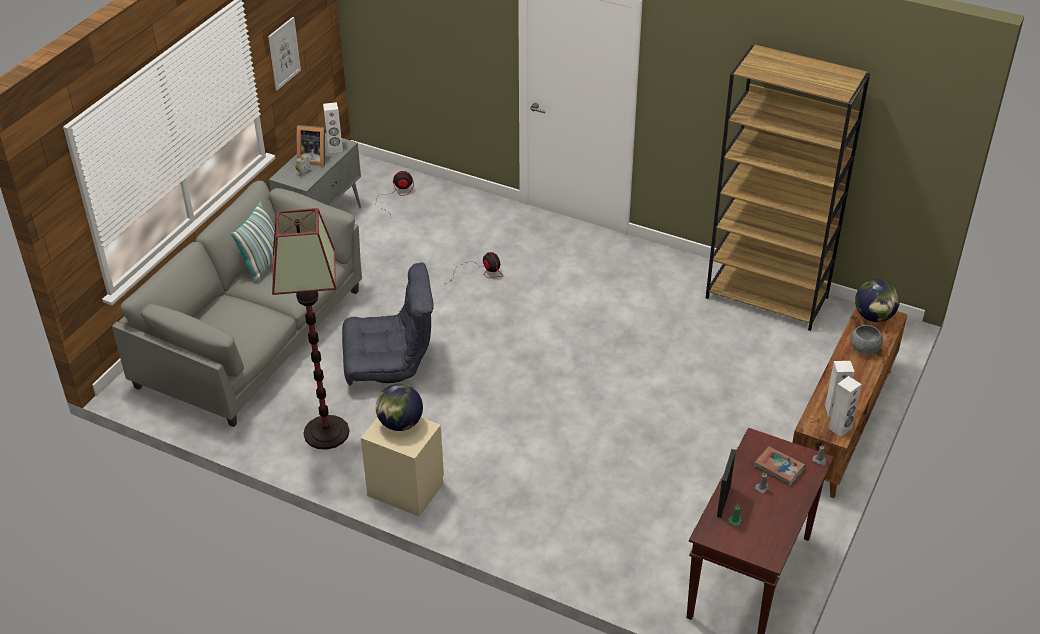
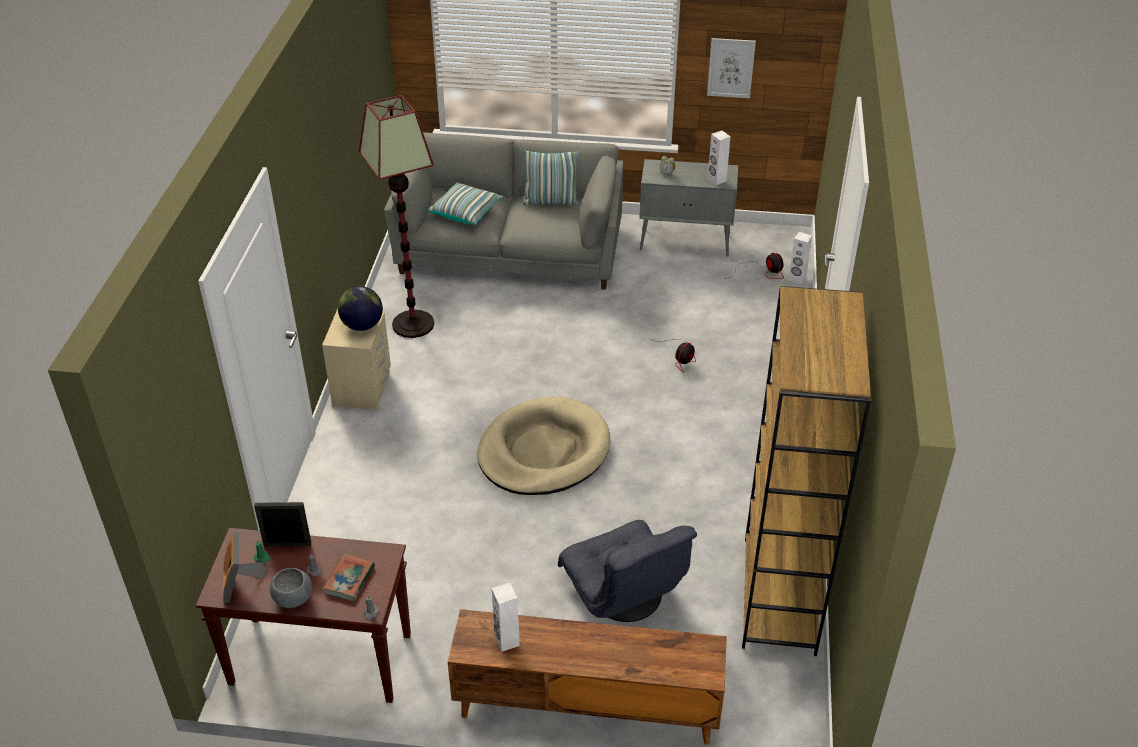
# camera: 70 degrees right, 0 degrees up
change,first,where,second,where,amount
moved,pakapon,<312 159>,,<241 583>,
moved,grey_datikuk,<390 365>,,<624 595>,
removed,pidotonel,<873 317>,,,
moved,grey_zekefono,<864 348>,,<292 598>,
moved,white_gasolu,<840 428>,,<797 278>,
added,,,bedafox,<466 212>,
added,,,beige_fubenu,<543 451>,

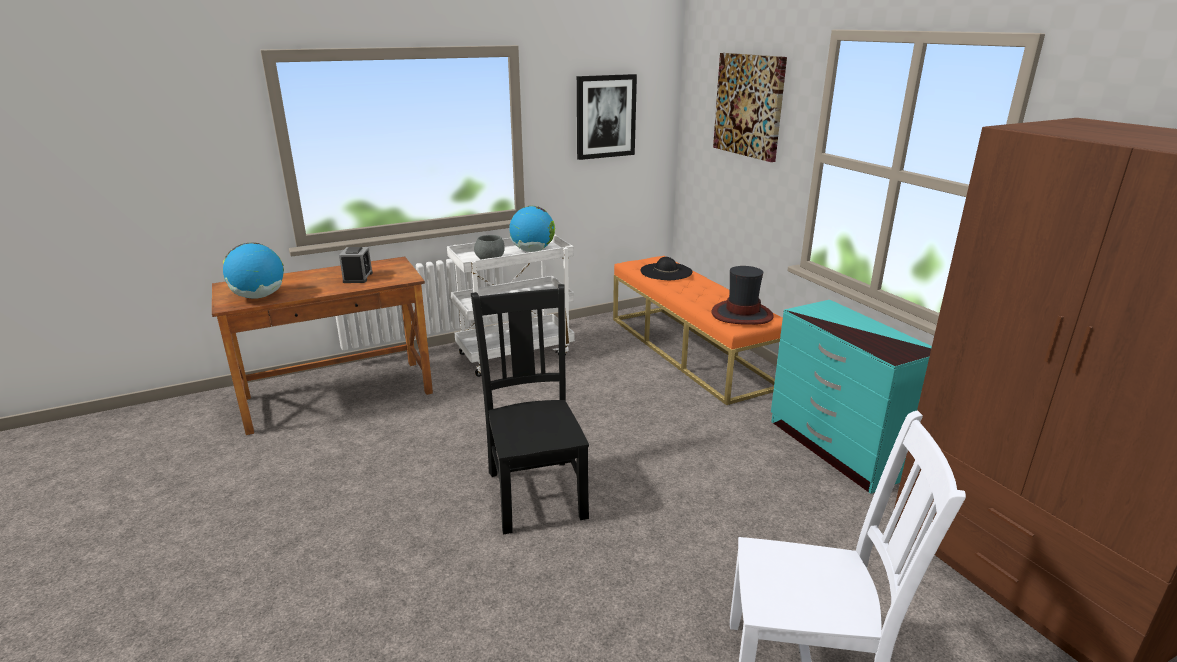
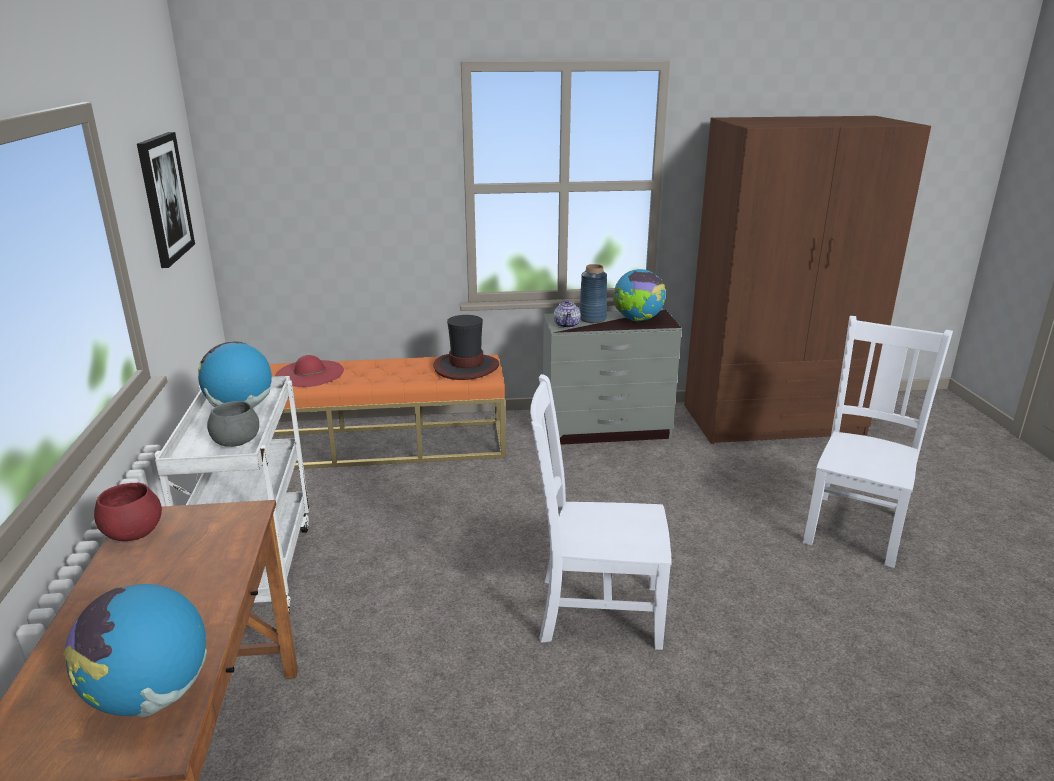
# camera: 70 degrees left, 0 degrees up
change,first,where,second,where,amount
removed,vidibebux,<749 105>,,,
removed,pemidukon,<358 277>,,,
recoloured,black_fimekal,<666 271>,red_fimekal,<309 373>,
recoloured,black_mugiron,<536 491>,white_mugiron,<595 611>,
recoloured,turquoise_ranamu,<837 448>,grey_ranamu,<606 430>,
added,,,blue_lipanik,<592 318>,
added,,,pidotonel,<637 320>,
added,,,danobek,<567 325>,
added,,,red_zekefono,<134 533>,

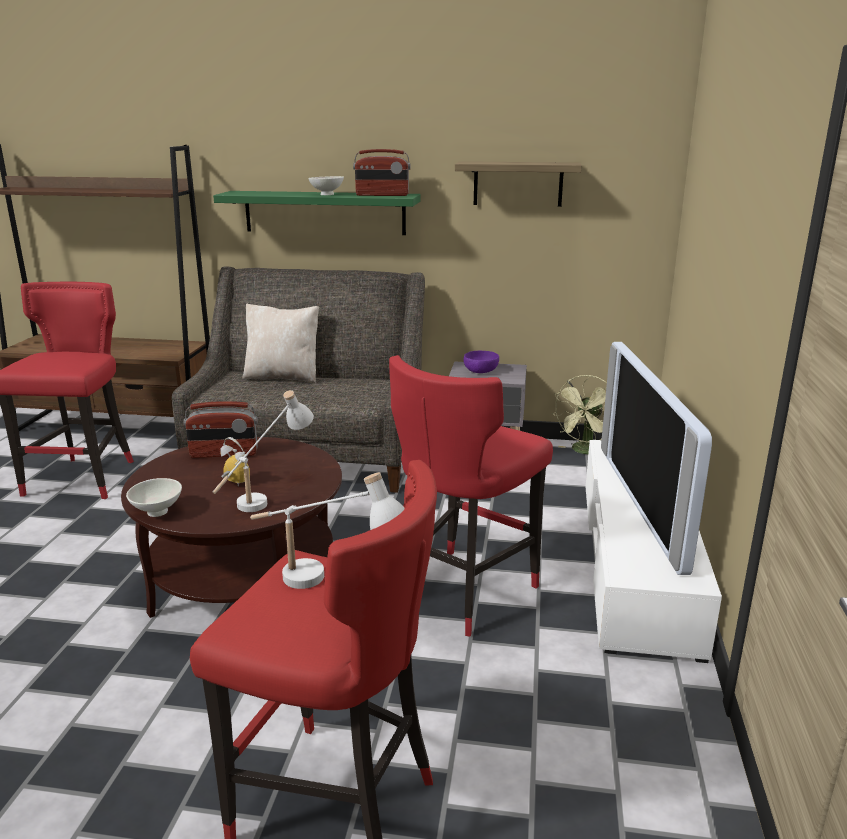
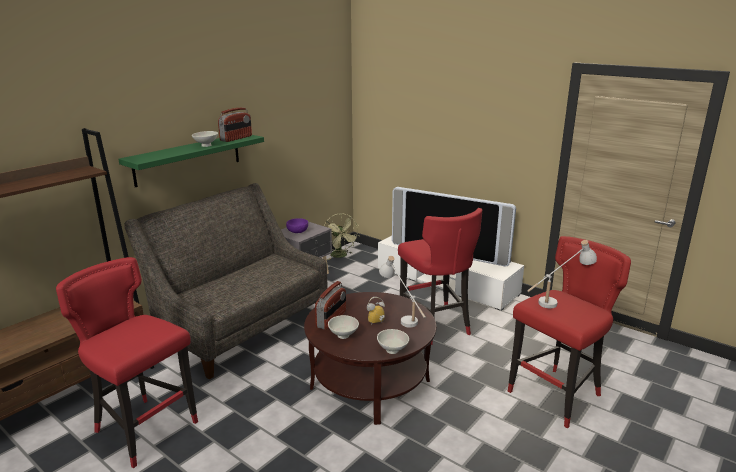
# camera: 60 degrees left, 0 degrees up
change,first,where,second,where,amount
removed,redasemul,<518 184>,,,
removed,beige_bedafox,<283 377>,,,
added,,,white_zekefono,<344 335>,

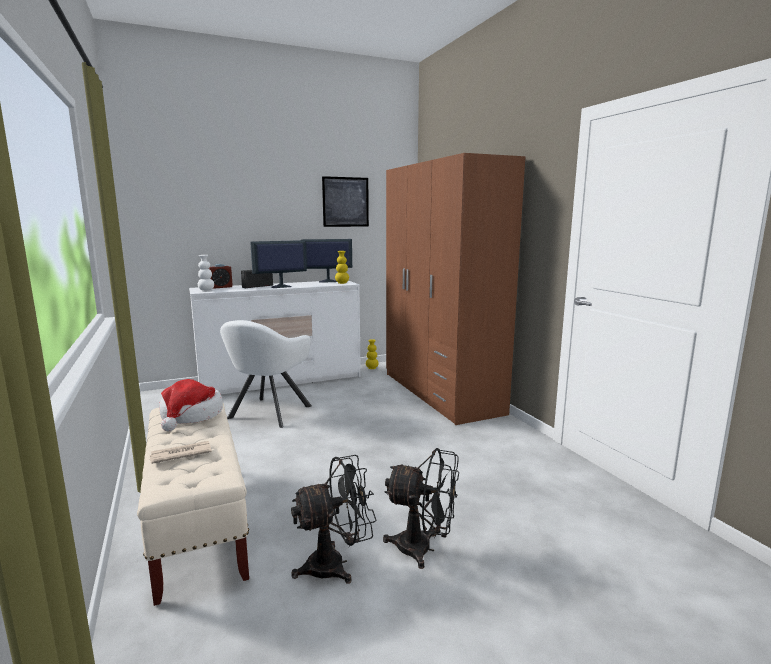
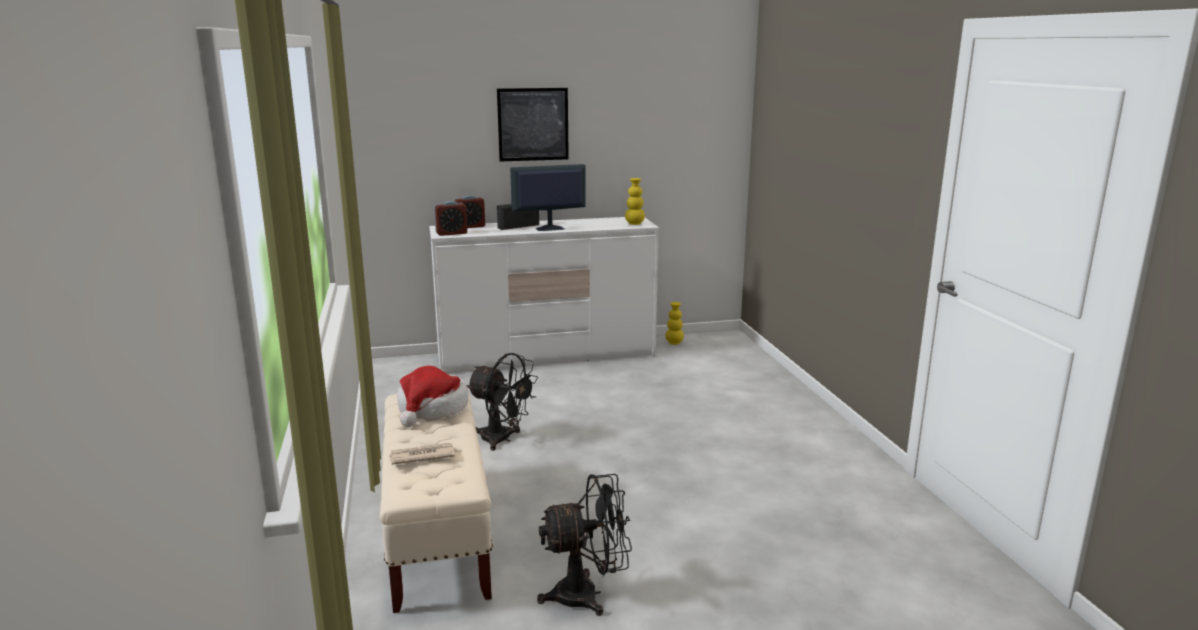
# camera: 10 degrees right, 5 degrees up
change,first,where,second,where,amount
removed,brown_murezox,<440 392>,,,
moved,vidibebux,<345 202>,,<533 124>,
removed,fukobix,<327 281>,,,
replaced,white_lipanik,<206 291>,pemidukon,<451 233>,
removed,white_datikuk,<267 413>,,,
moved,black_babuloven,<423 549>,,<502 439>,

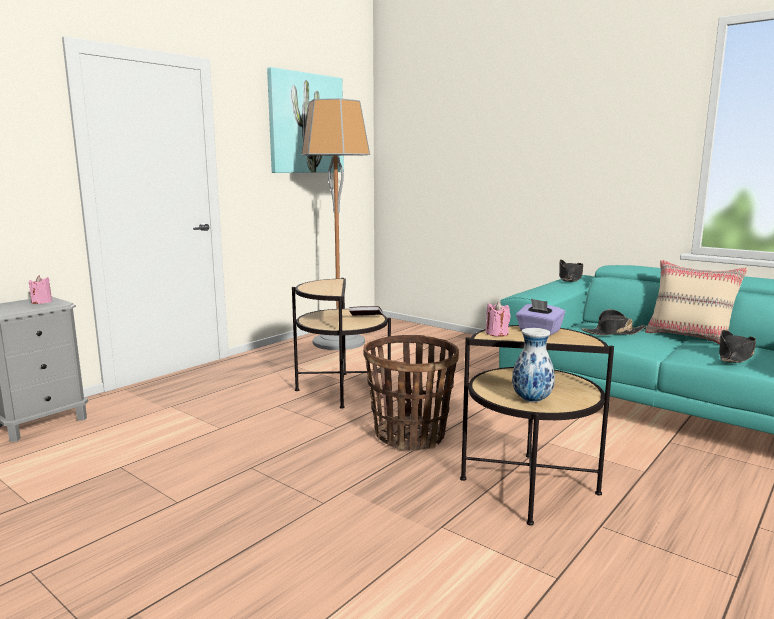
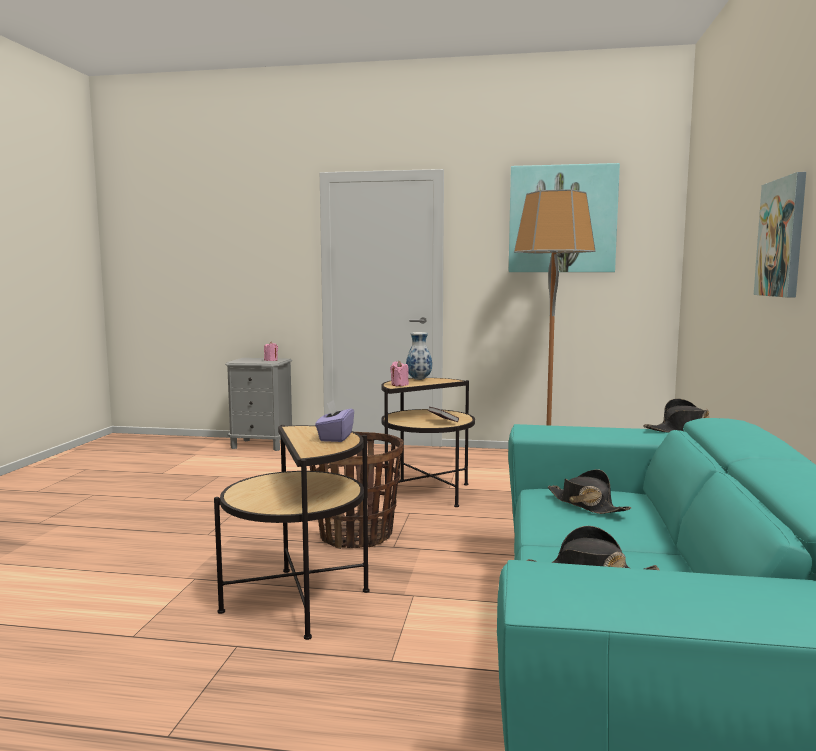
# camera: 60 degrees right, 5 degrees down
change,first,where,second,where,amount
removed,beige_bedafox,<689 337>,,,
moved,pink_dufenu,<497 333>,,<399 385>,
moved,lipanik,<532 400>,,<419 379>,
added,,,vidibebux,<782 238>,

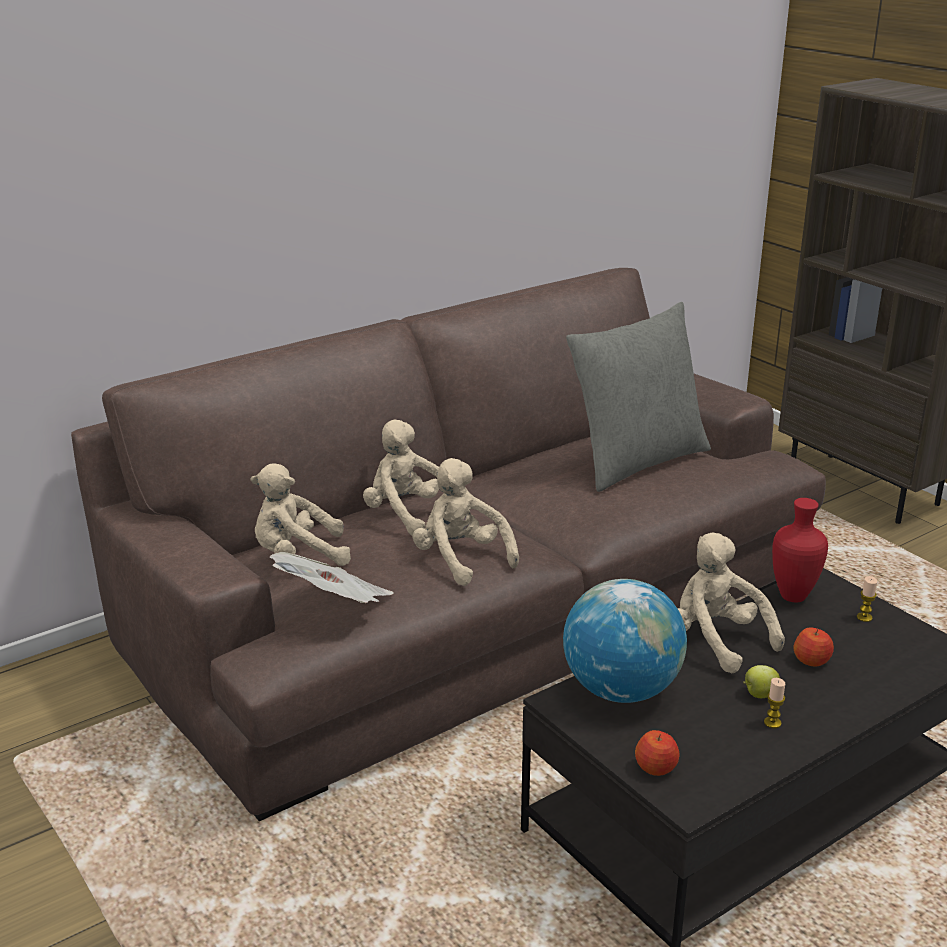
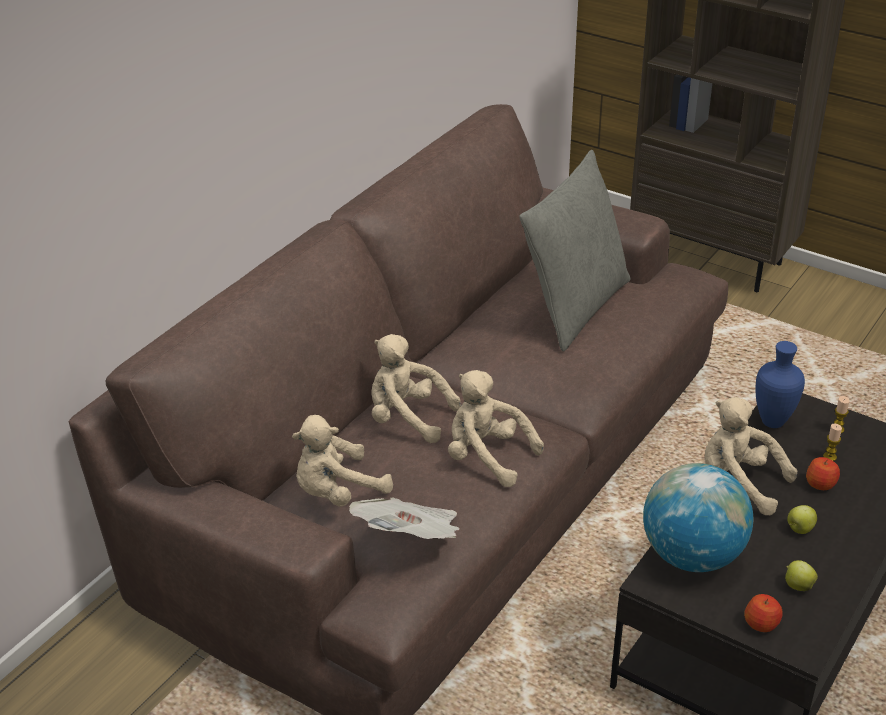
# camera: 20 degrees left, 10 degrees up
change,first,where,second,where,amount
recoloured,red_lipanik,<792 597>,blue_lipanik,<772 423>,
moved,dufenu,<772 723>,,<829 457>,
added,,,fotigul,<797 585>,

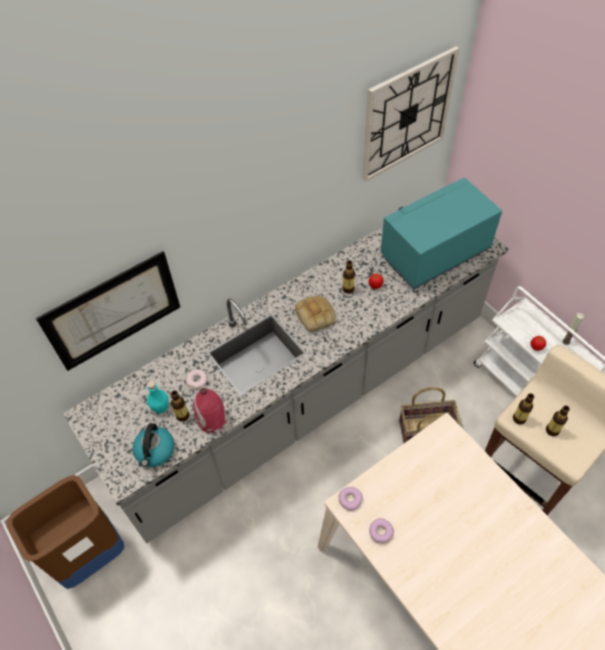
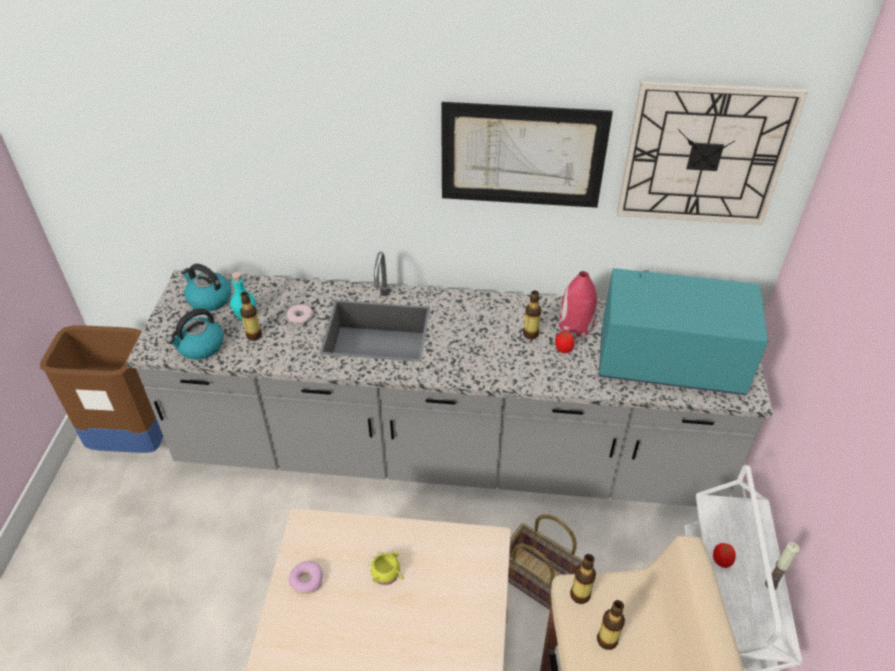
# camera: 40 degrees right, 10 degrees down
change,first,where,second,where,amount
moved,vidibebux,<113 311>,,<522 155>,
removed,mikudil,<316 316>,,,
moved,red_lipanik,<212 419>,,<575 325>,
removed,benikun,<350 499>,,,
added,,,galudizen,<209 299>,
added,,,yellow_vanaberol,<387 575>,

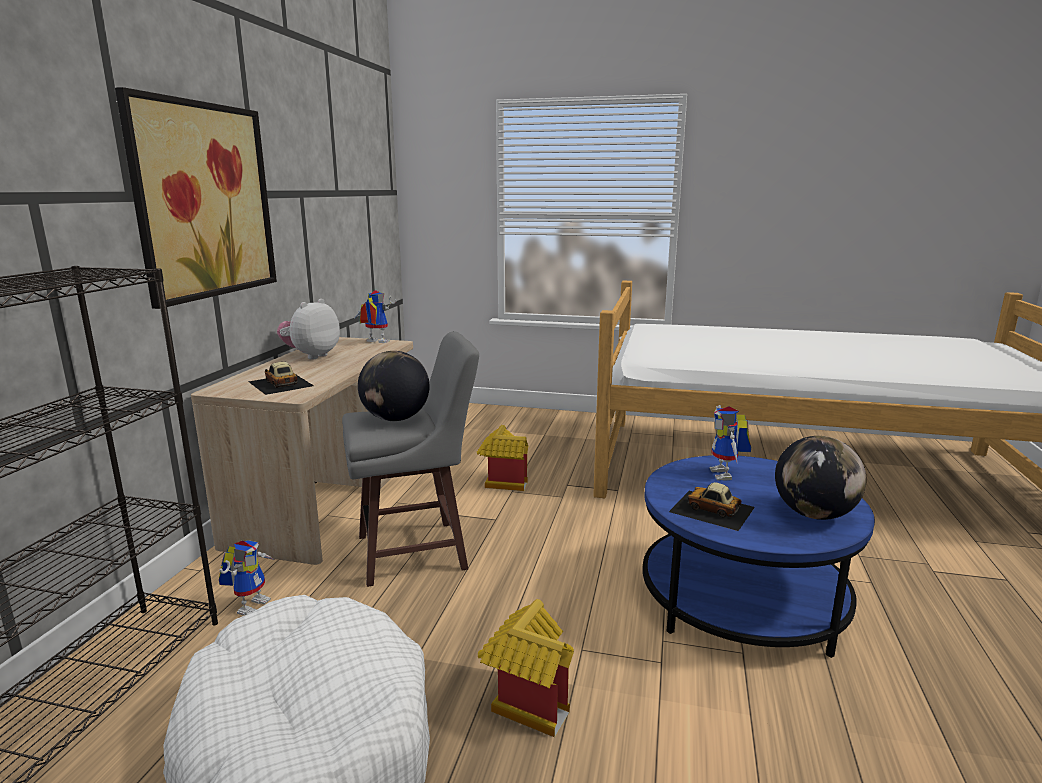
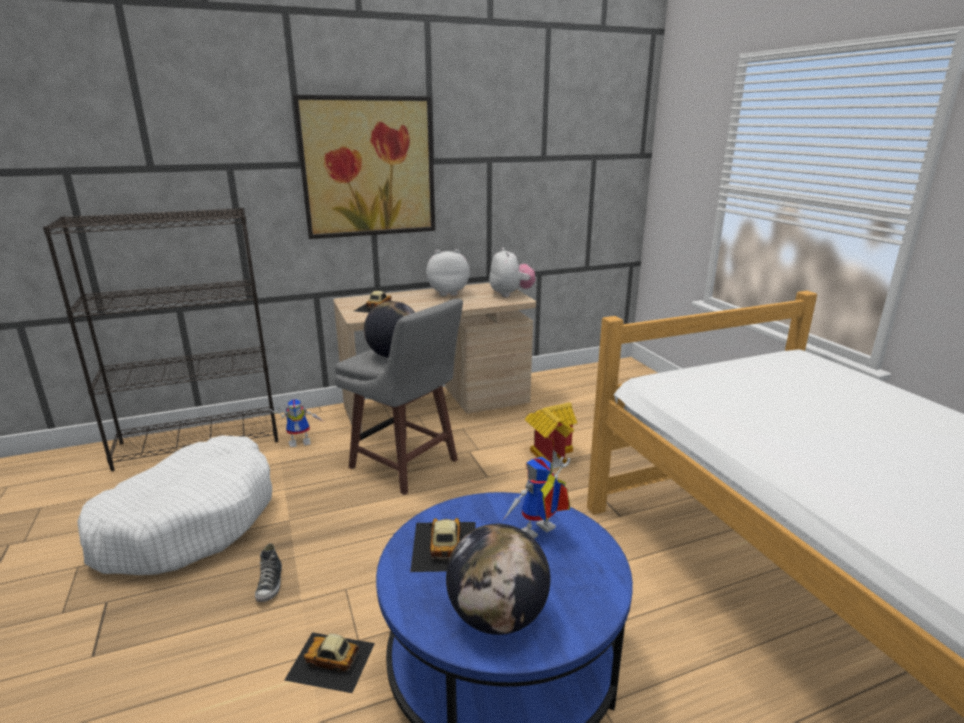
# camera: 55 degrees right, 5 degrees up
change,first,where,second,where,amount
replaced,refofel,<374 342>,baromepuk,<510 294>,
replaced,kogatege,<525 701>,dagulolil,<270 585>,
added,,,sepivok,<331 661>,

